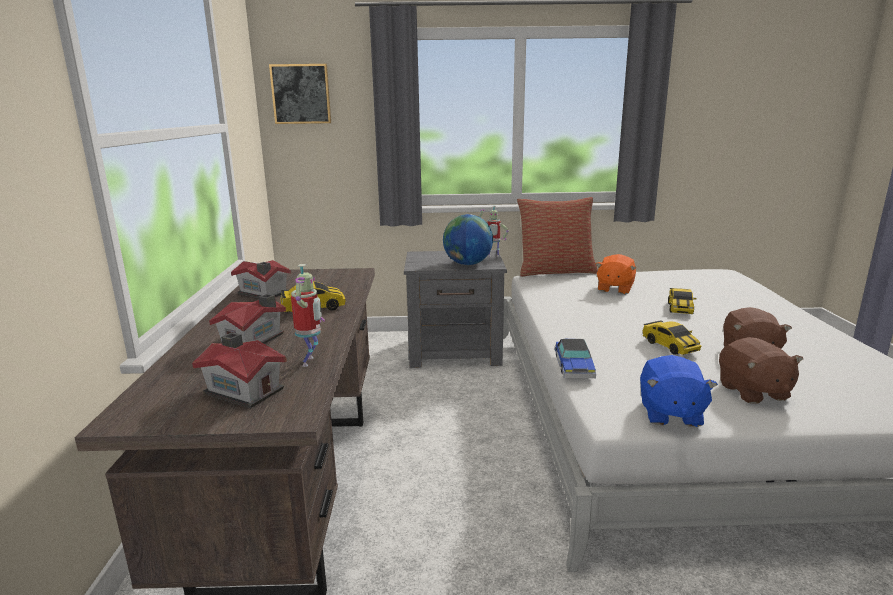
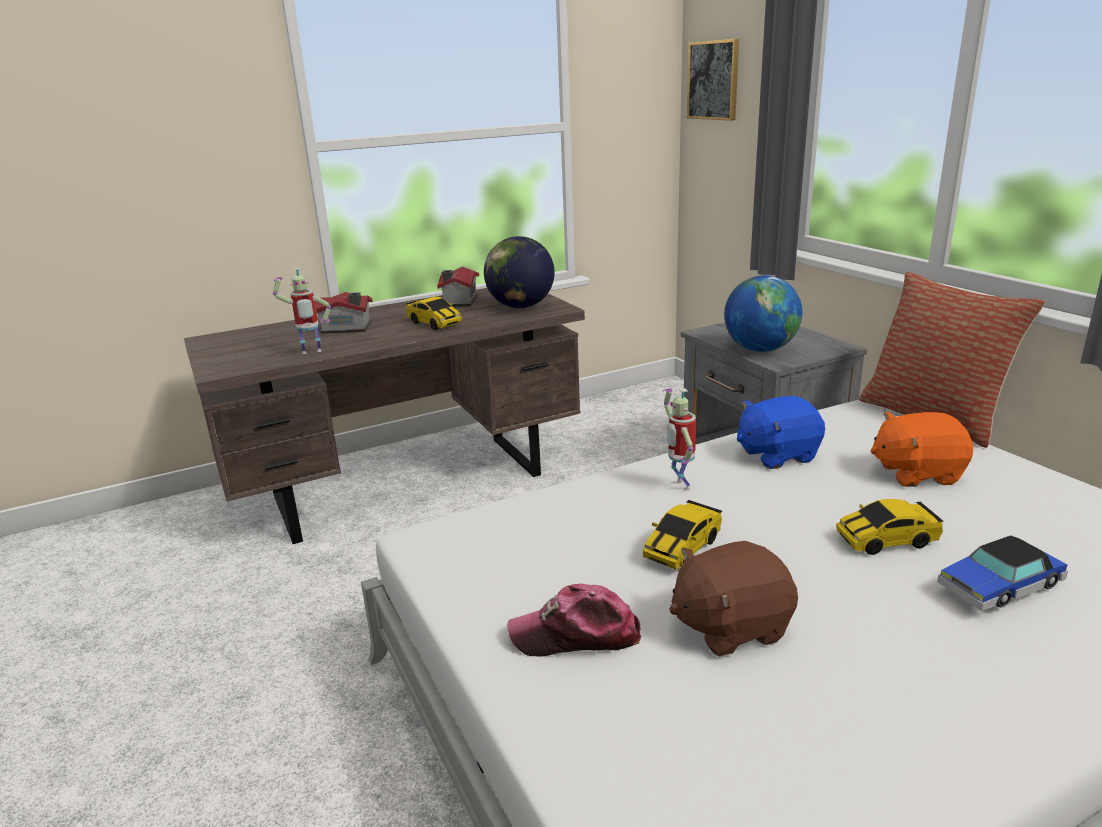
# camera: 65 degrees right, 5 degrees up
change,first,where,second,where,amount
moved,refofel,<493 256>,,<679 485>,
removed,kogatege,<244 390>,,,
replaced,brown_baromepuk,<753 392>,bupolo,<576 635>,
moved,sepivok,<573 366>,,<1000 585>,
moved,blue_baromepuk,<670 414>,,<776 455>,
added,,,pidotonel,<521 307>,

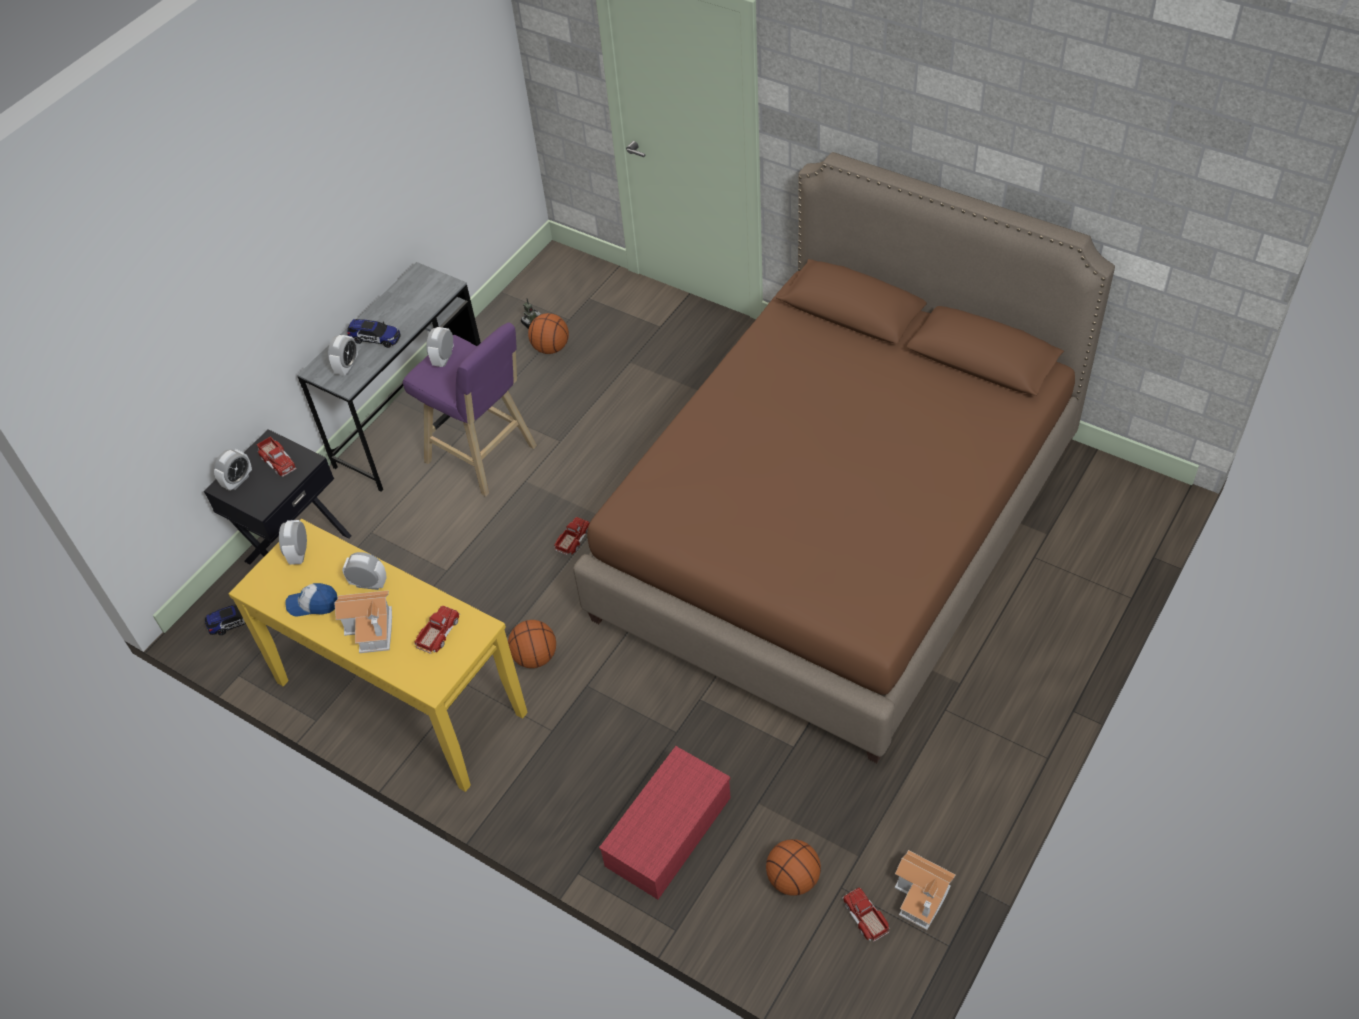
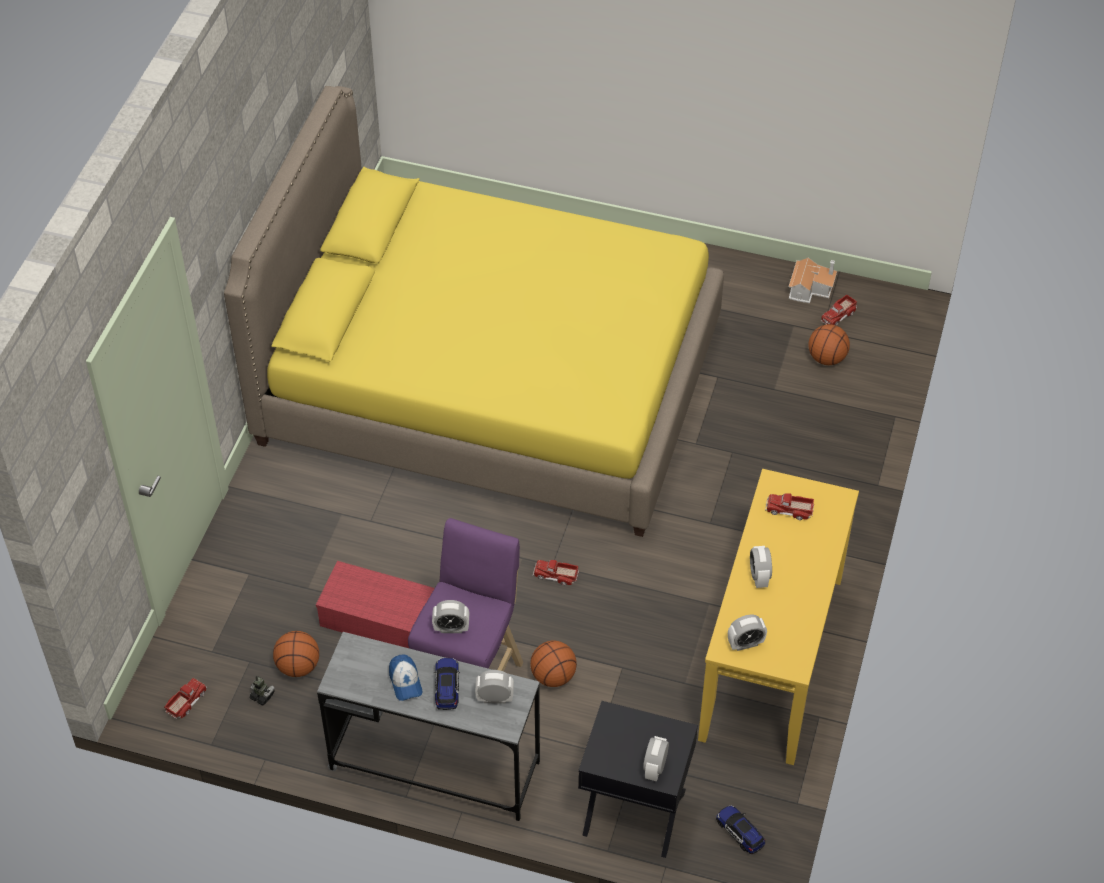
# camera: 110 degrees left, 0 degrees up
change,first,where,second,where,amount
recoloured,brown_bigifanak,<838 529>,yellow_bigifanak,<490 384>,
moved,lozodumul,<278 461>,,<186 701>,
turned,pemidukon,<238 481>,,<655 768>,90 degrees counterclockwise
moved,bupolo,<313 604>,,<405 682>,
removed,kogatege,<372 628>,,,
moved,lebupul,<535 657>,,<553 676>,
moved,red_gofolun,<668 829>,,<379 619>,

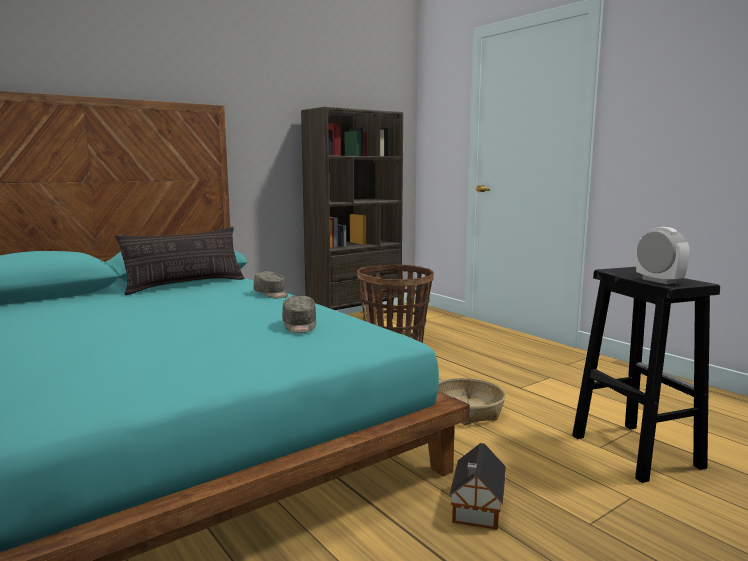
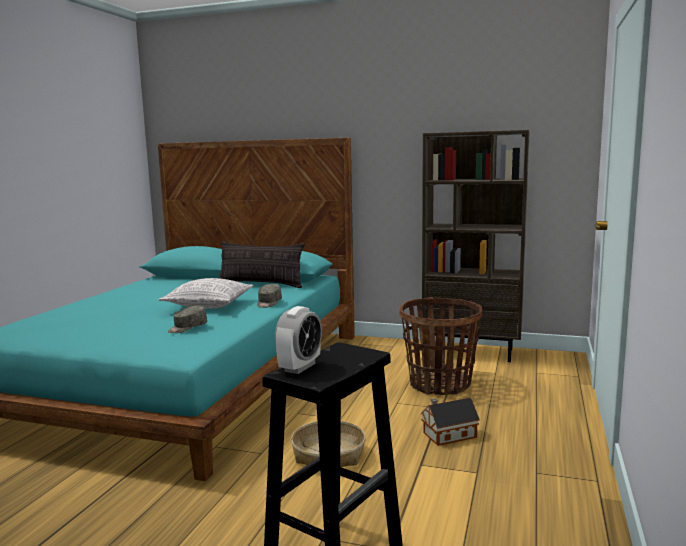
# camera: 55 degrees right, 0 degrees up
change,first,where,second,where,amount
moved,kogatege,<476 508>,,<447 435>,
added,,,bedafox,<209 305>,

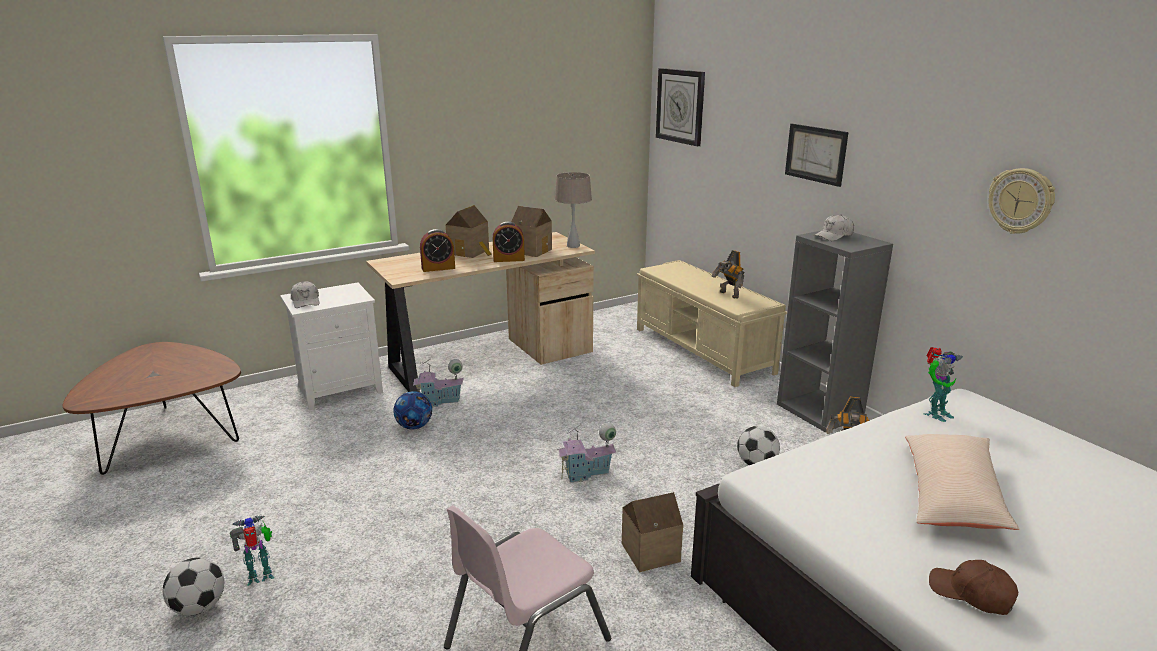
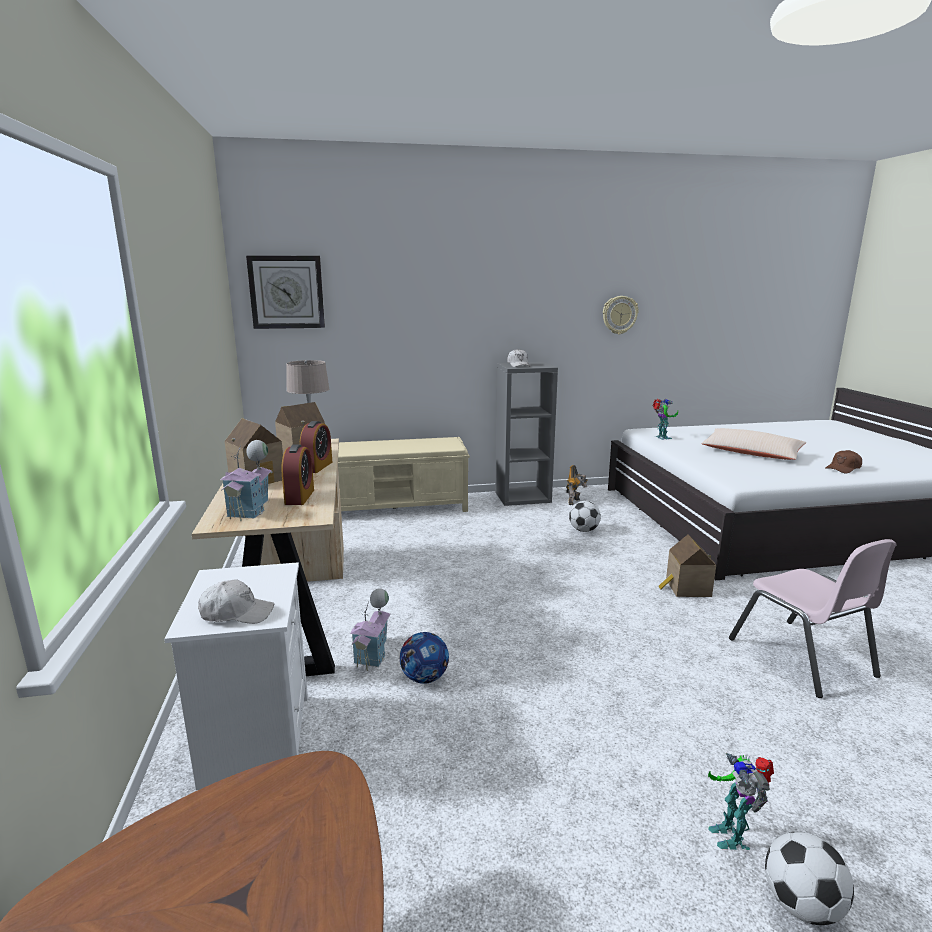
# camera: 70 degrees left, 5 degrees down
change,first,where,second,where,amount
removed,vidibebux,<816 154>,,,
removed,refofel,<728 295>,,,
moved,kogatege,<587 473>,,<252 508>,

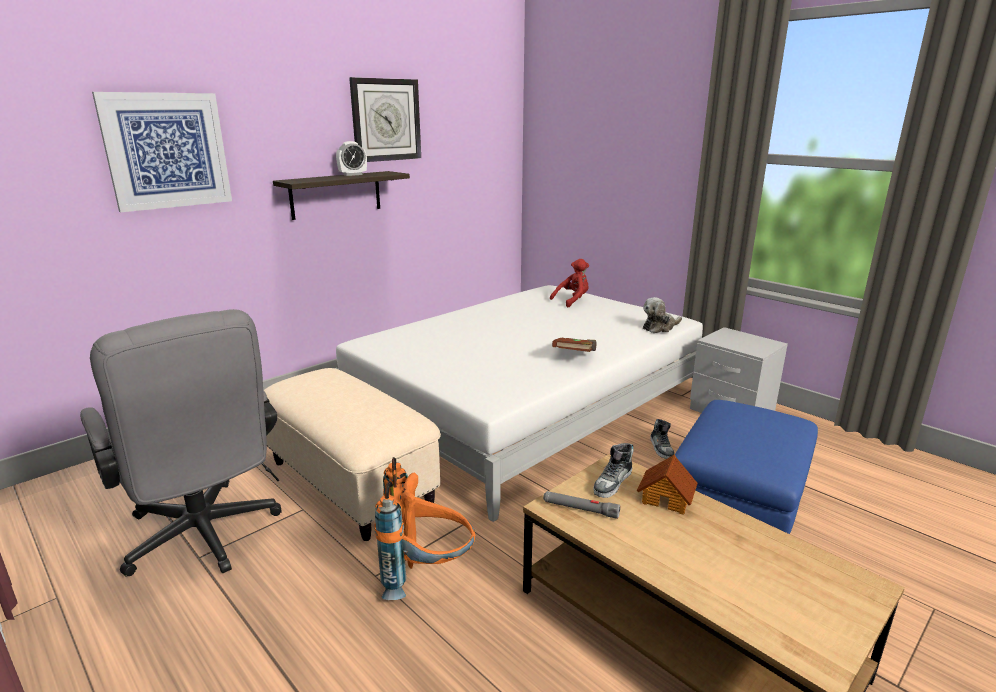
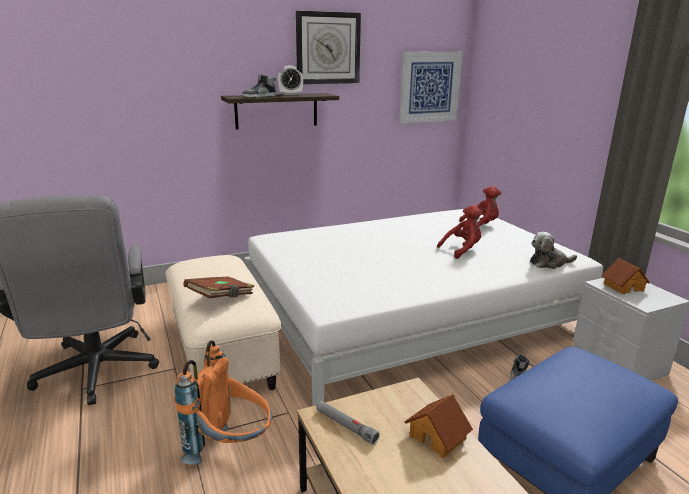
# camera: 20 degrees right, 0 degrees up
change,first,where,second,where,amount
moved,vidibebux,<167 151>,,<429 87>,
moved,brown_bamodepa,<575 355>,,<221 298>,
moved,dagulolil,<613 483>,,<259 96>,
added,,,red_baromepuk,<462 250>,
added,,,kogatege,<623 287>,

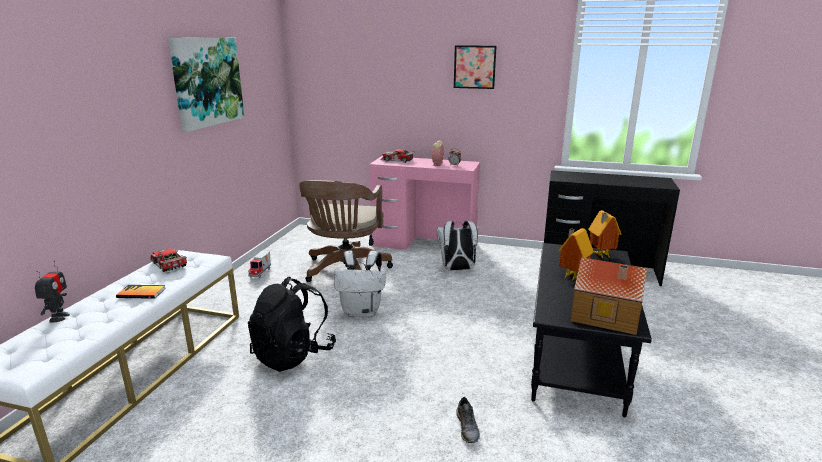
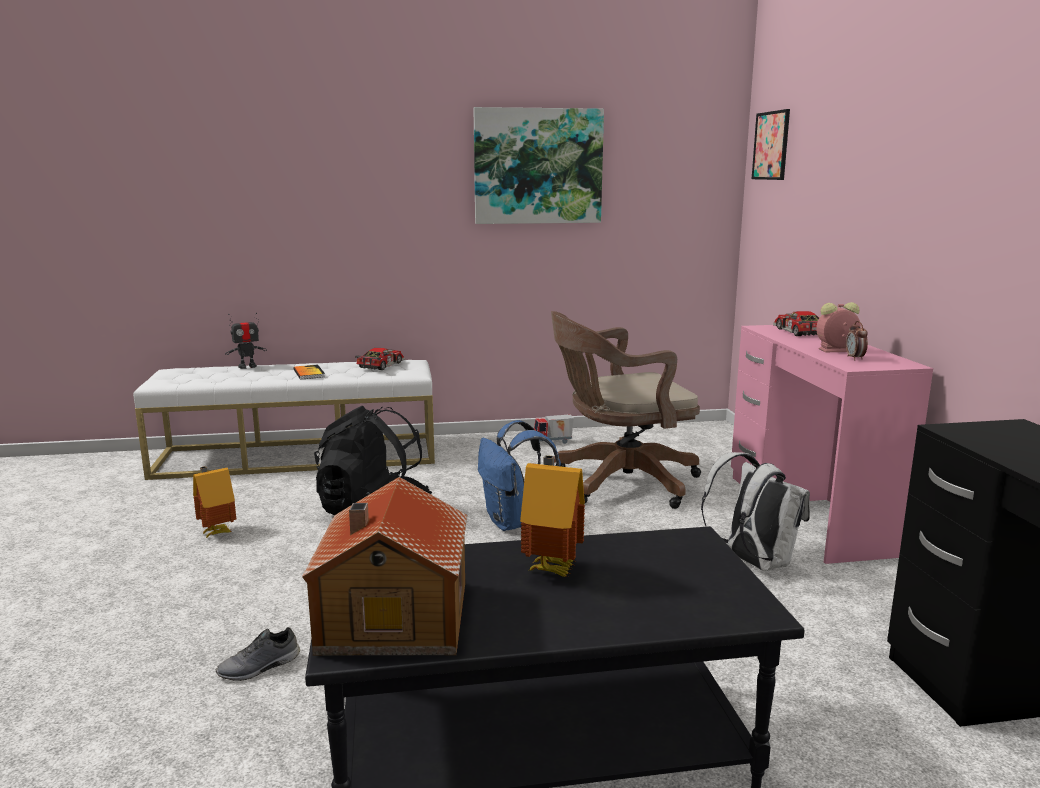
# camera: 65 degrees right, 5 degrees down
change,first,where,second,where,amount
moved,vidibebux,<474 67>,,<771 145>,
moved,kogatege,<600 255>,,<216 532>,
recoloured,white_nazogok,<362 311>,blue_nazogok,<513 523>,

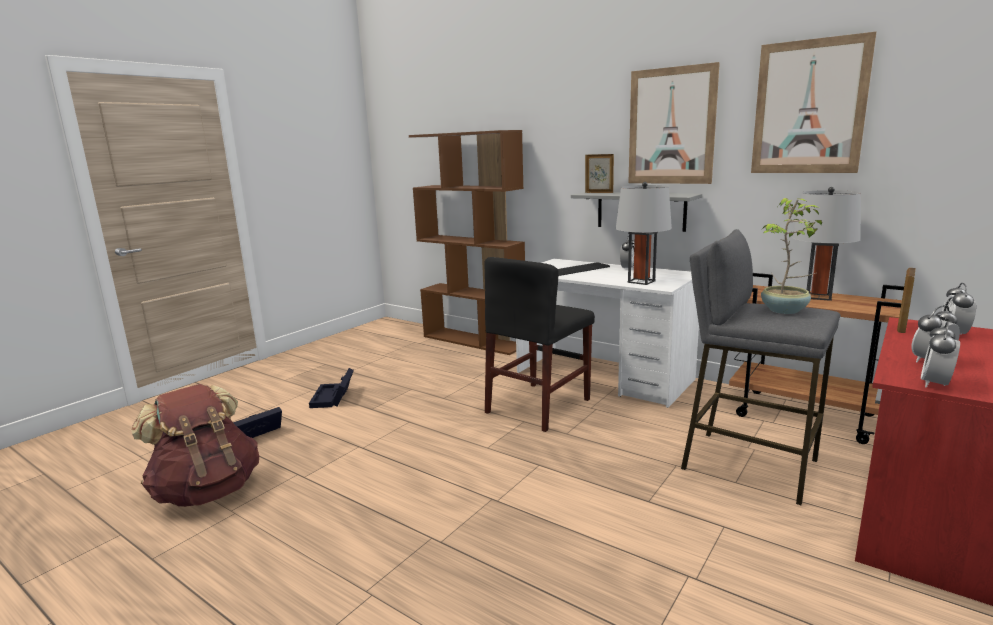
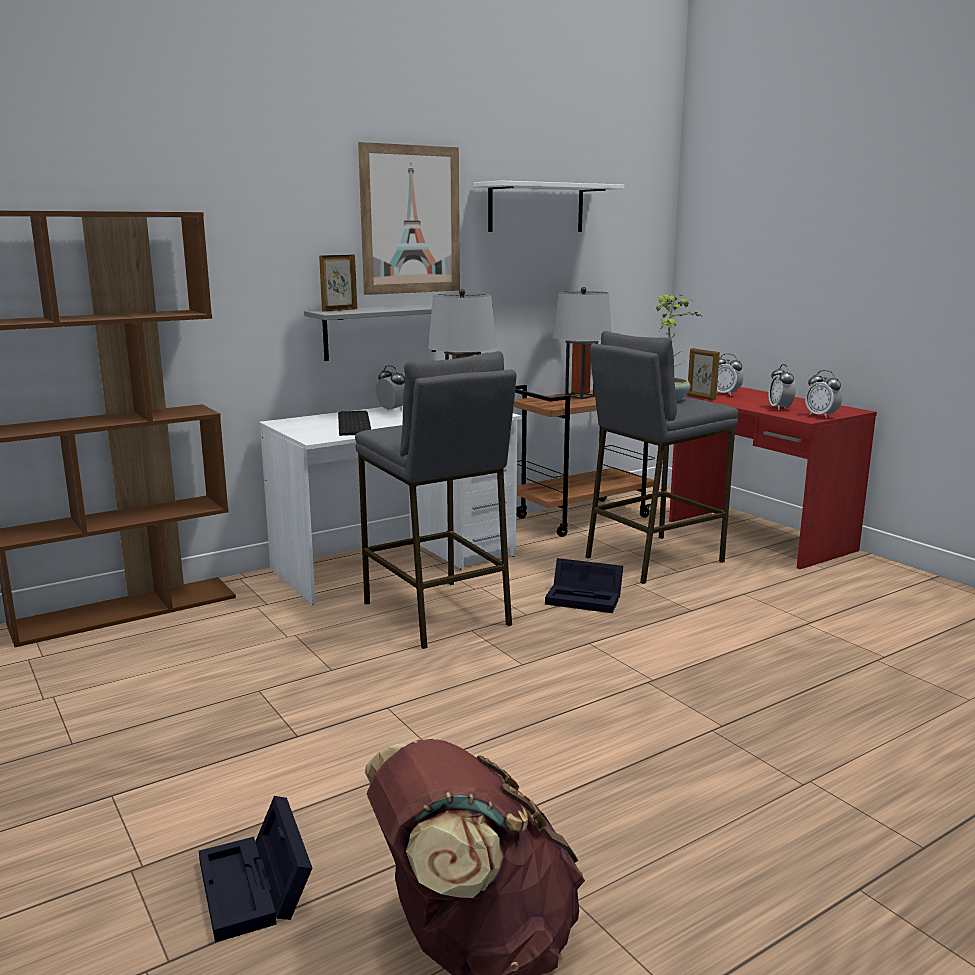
# camera: 70 degrees left, 0 degrees up
change,first,where,second,where,amount
replaced,vidibebux,<809 107>,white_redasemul,<536 208>,
replaced,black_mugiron,<538 406>,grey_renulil,<436 613>,
moved,black_gofolun,<333 398>,,<586 598>,

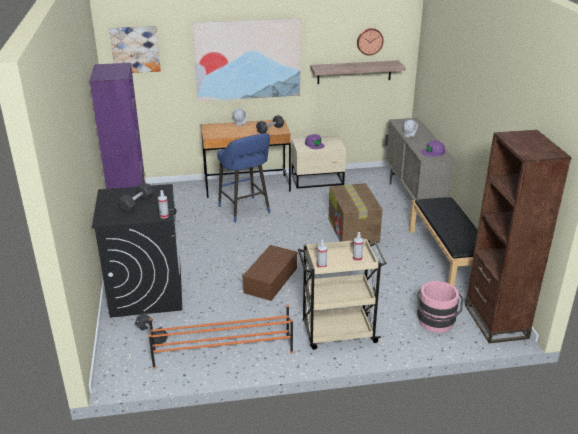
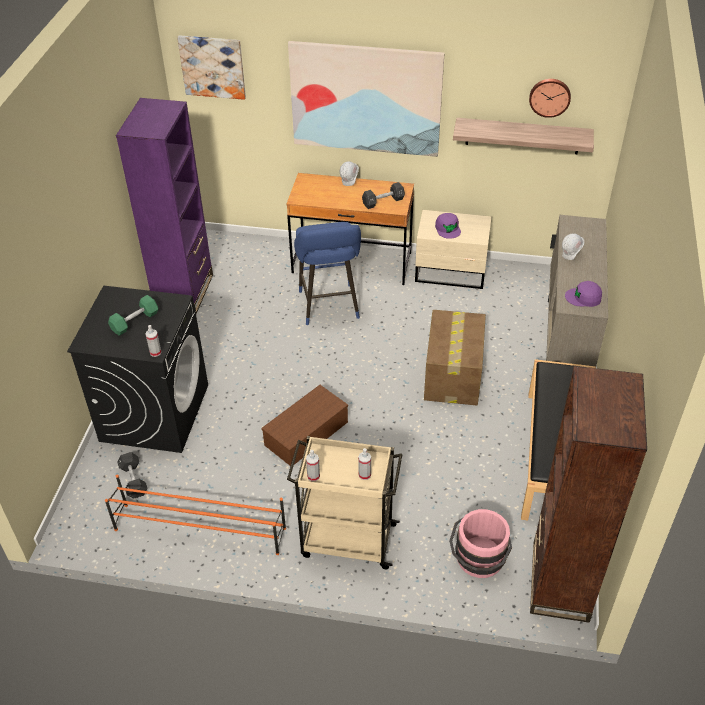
# camera: 20 degrees right, 15 degrees up
change,first,where,second,where,amount
recoloured,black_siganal,<136 203>,green_siganal,<135 321>,

